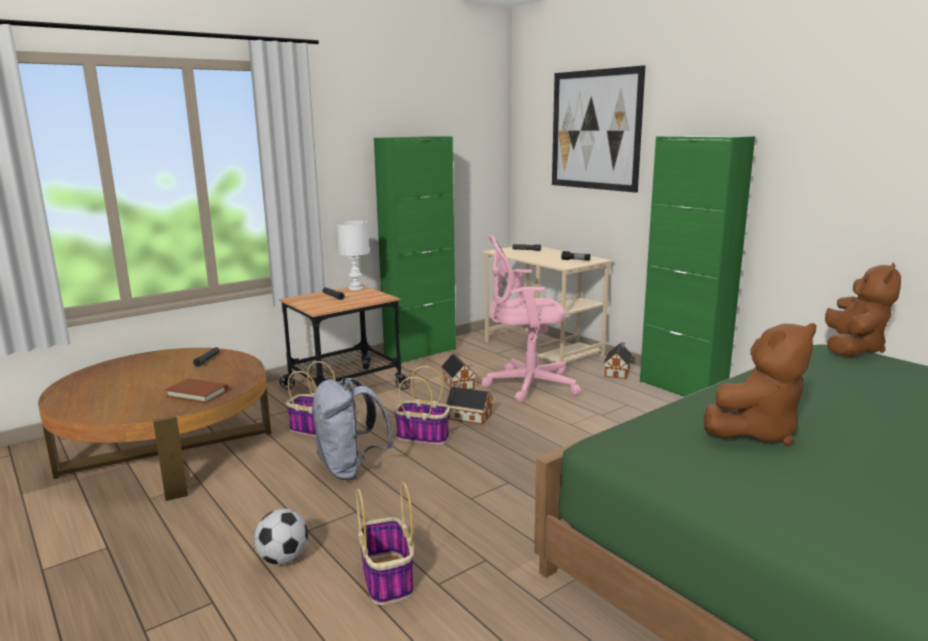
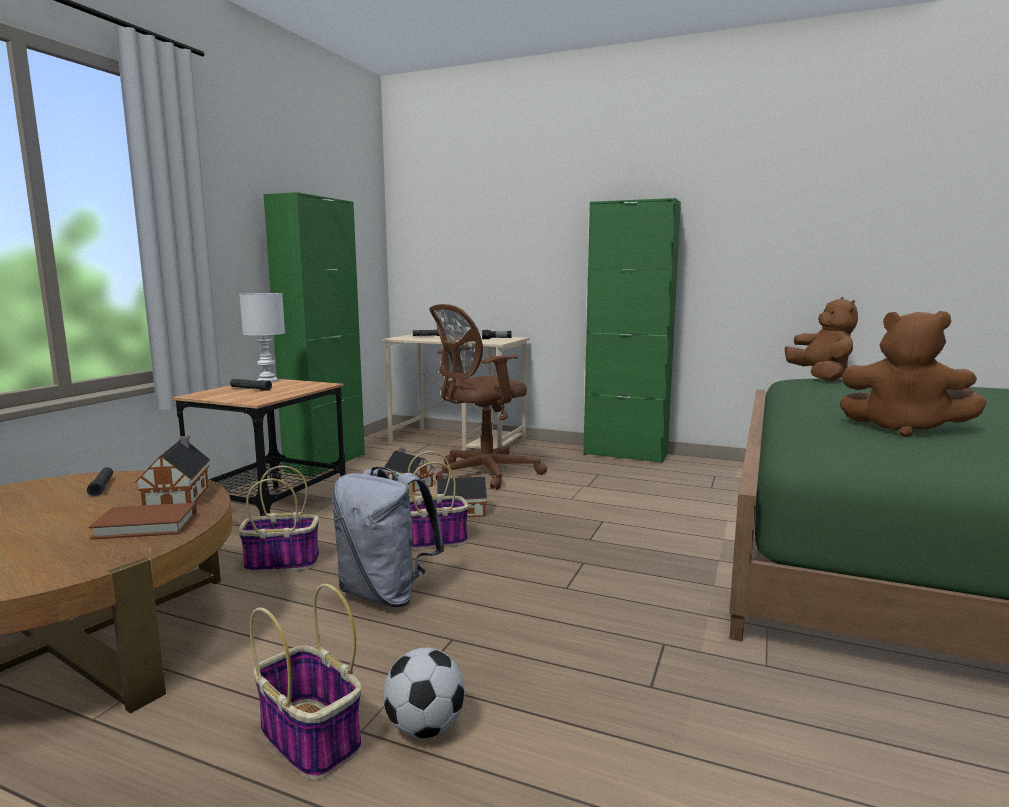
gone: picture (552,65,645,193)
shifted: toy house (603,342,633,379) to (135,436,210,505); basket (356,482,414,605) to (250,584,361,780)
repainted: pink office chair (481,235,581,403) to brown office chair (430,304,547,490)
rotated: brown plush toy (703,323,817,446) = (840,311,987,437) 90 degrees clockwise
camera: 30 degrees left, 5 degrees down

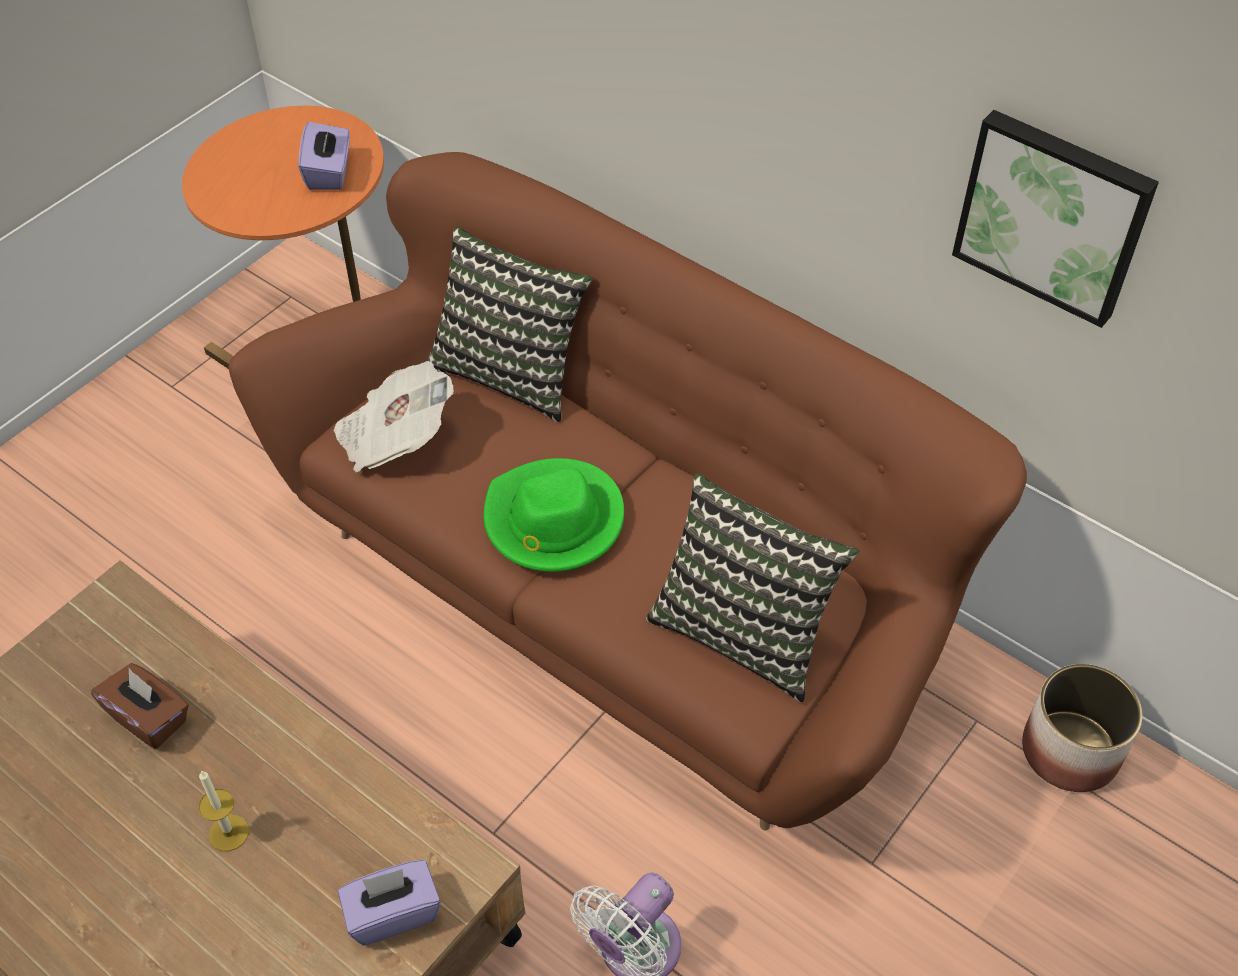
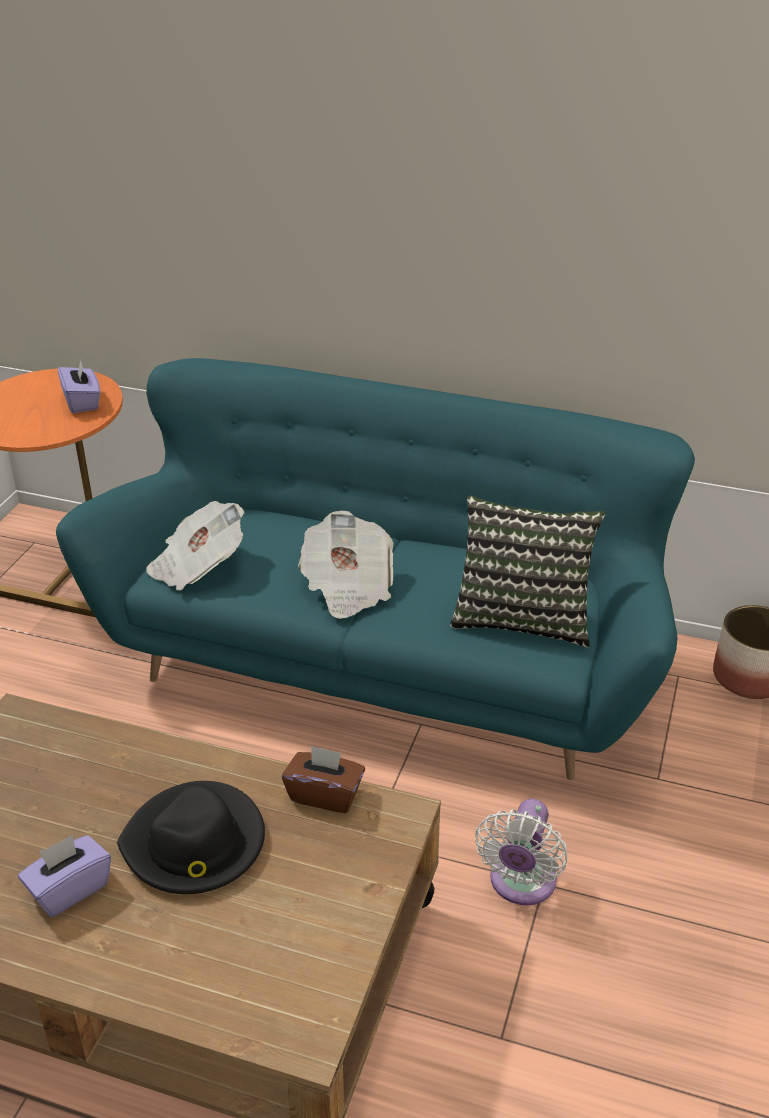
gone: picture (952,110,1159,328); pillow (427,227,593,422)
shifted: brown tissue box (91,663,189,749) to (282,745,365,813); purple tissue box (338,860,441,946) to (18,835,111,917)
swapped: green hat (483,458,624,572) to newspaper (298,511,394,619); candle (199,770,249,851) to black hat (117,781,265,894)
repainted: brown sofa (228,152,1027,830) to turquoise sofa (56,358,695,780)
camera: 20 degrees left, 15 degrees down

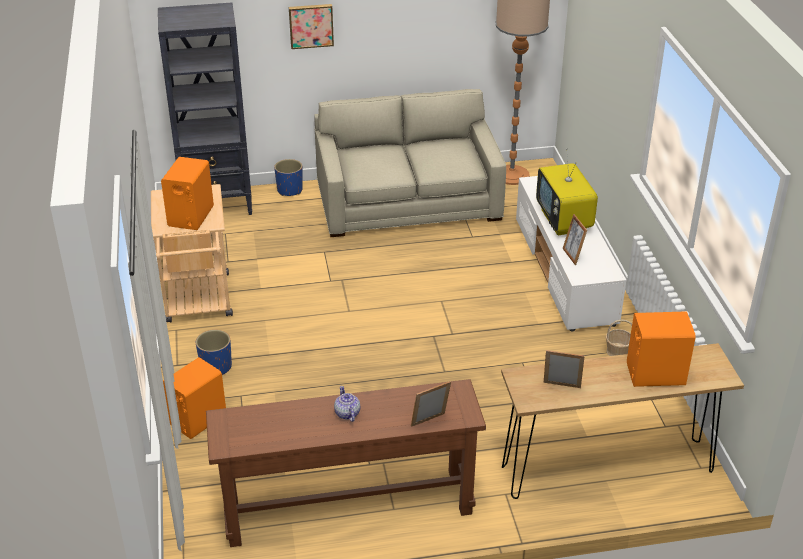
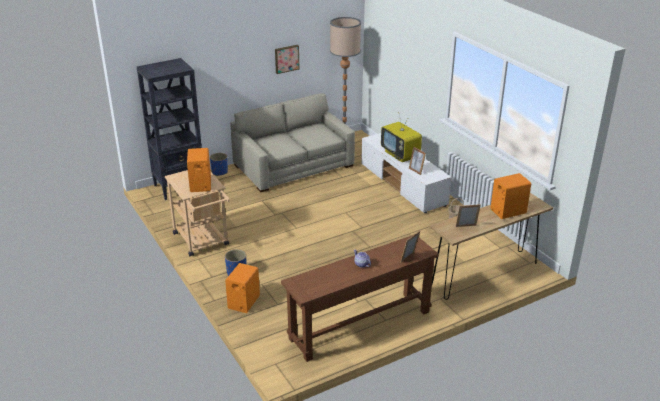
shifted: picture (289,4,334,49) to (275,45,299,74)
camera: 20 degrees left, 5 degrees down

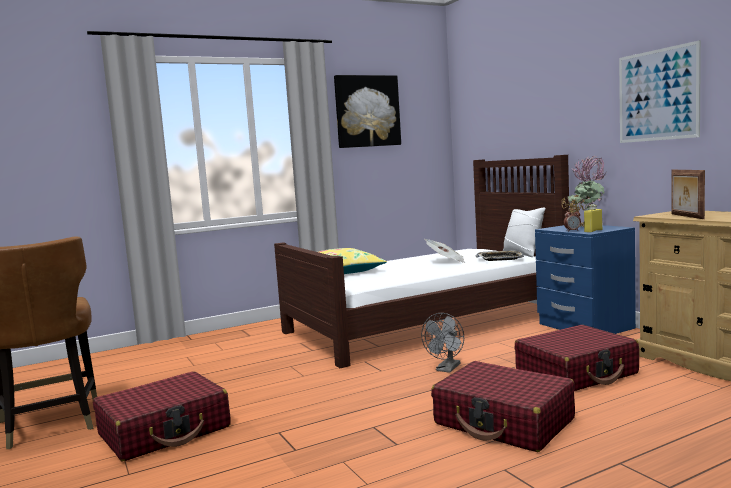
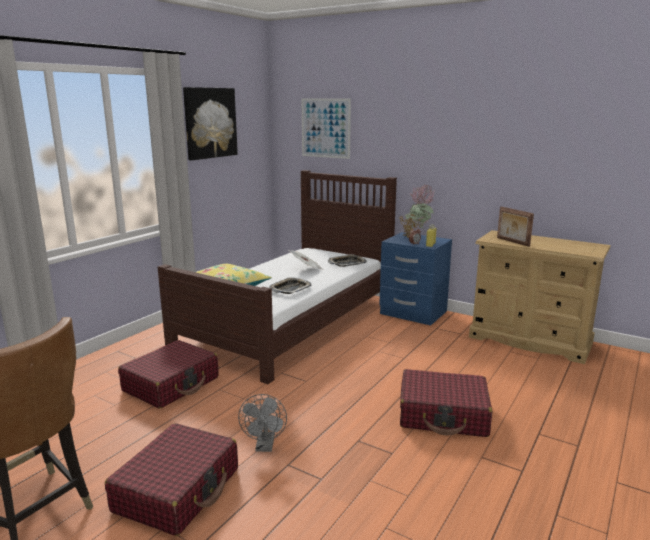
gone: white pillow (503,208,546,257)
new: tray (270,277,311,294)
shifted: picture (619,40,701,143) to (302,99,351,159); grey fan (421,313,464,373) to (238,394,287,452); red suitcase (515,325,639,391) to (118,340,219,409)
camera: 30 degrees left, 10 degrees up

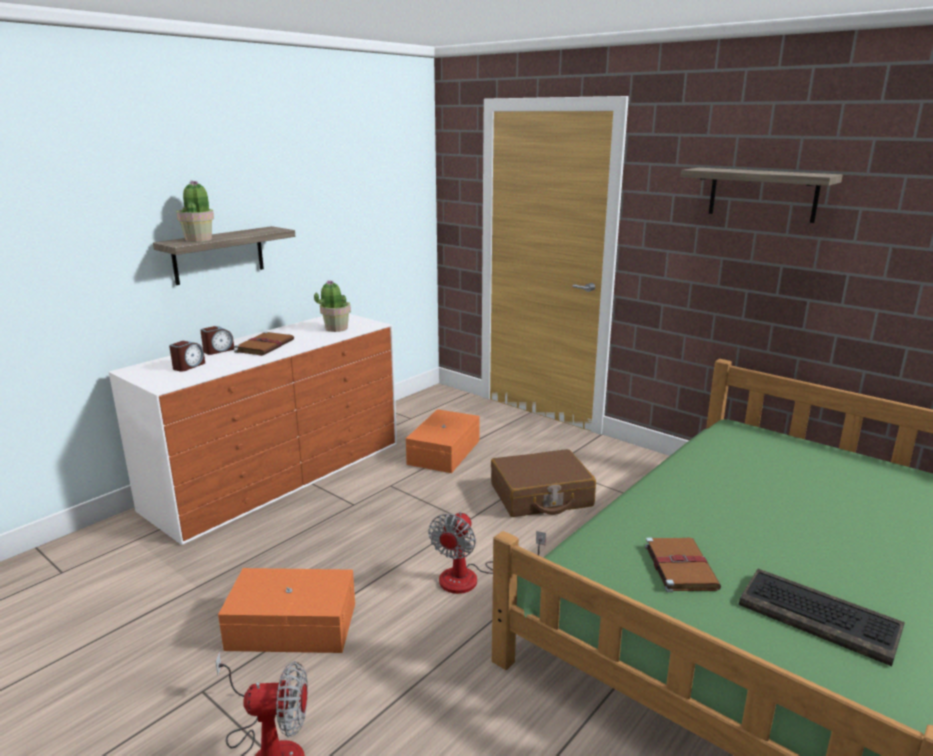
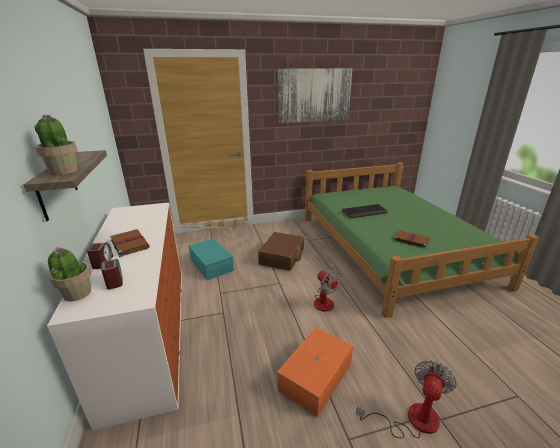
shifted: potted plant (314,280,351,332) to (48,247,91,302); keyboard (739,569,905,666) to (342,204,387,219)
swapped: shelf (681,168,843,223) to picture (278,68,352,123)
repainted: orange storage box (406,409,480,473) to turquoise storage box (189,238,234,280)
camera: 55 degrees left, 5 degrees up

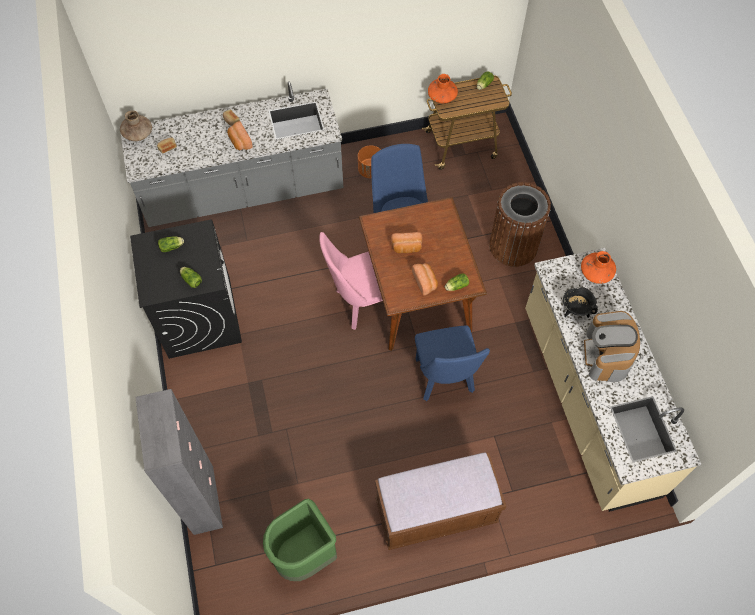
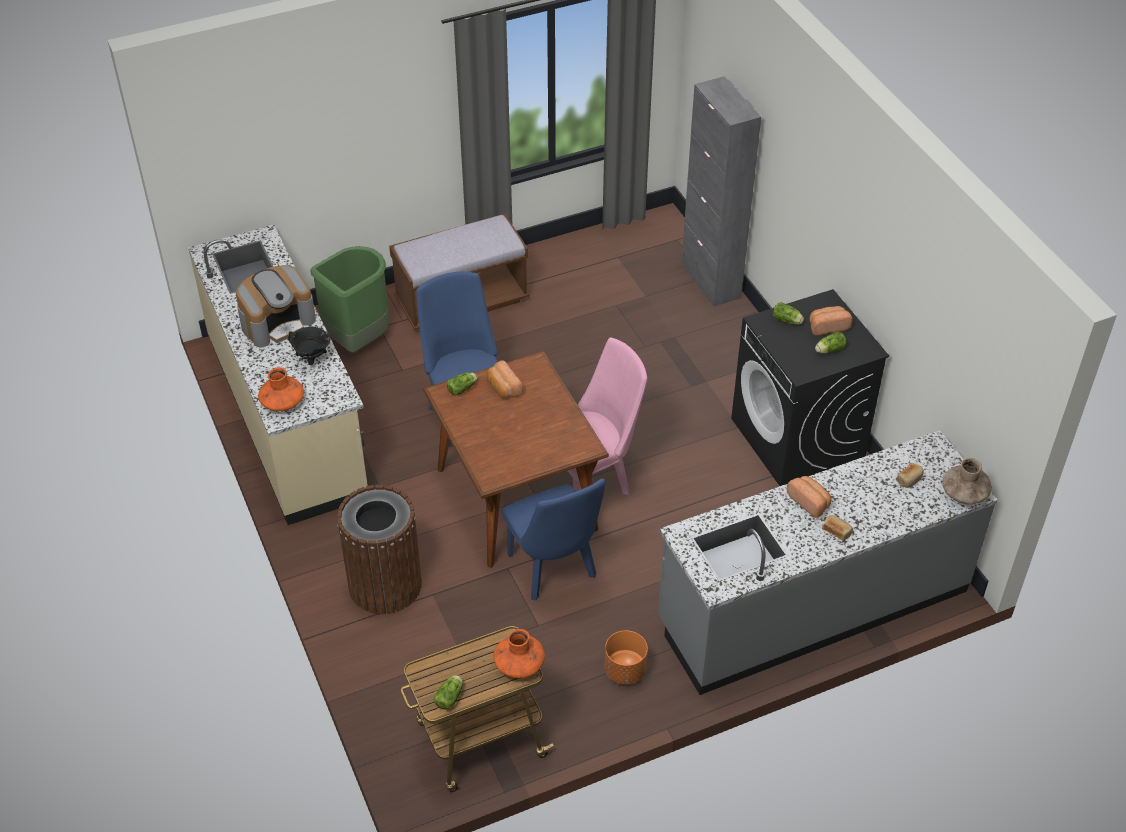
shifted: bread (391,232,422,253) to (809,306,852,335); green trash can (263,499,337,581) to (310,246,390,353)
rotated: coffee machine (584,311,640,382) = (236,265,316,347) 60 degrees clockwise
camera: 170 degrees right, 15 degrees down

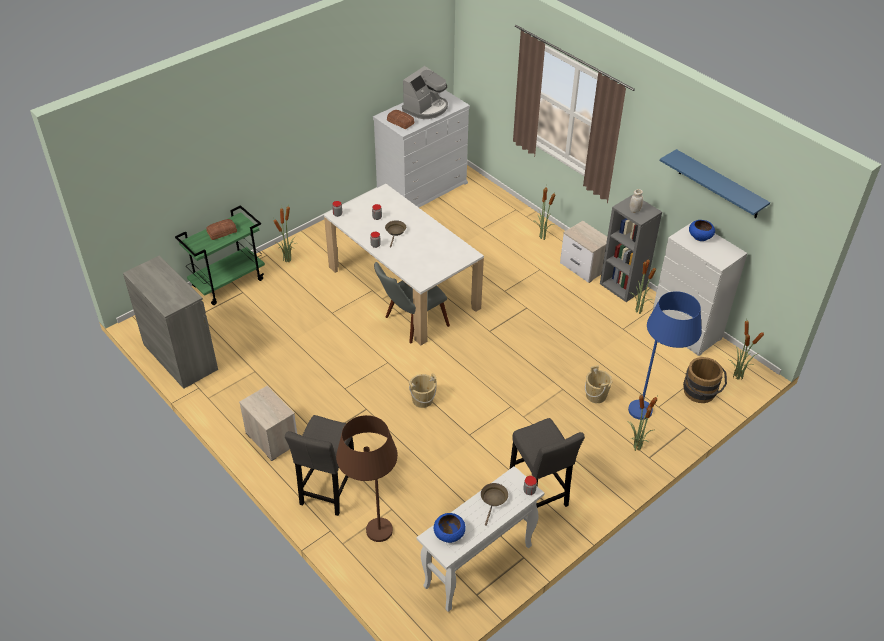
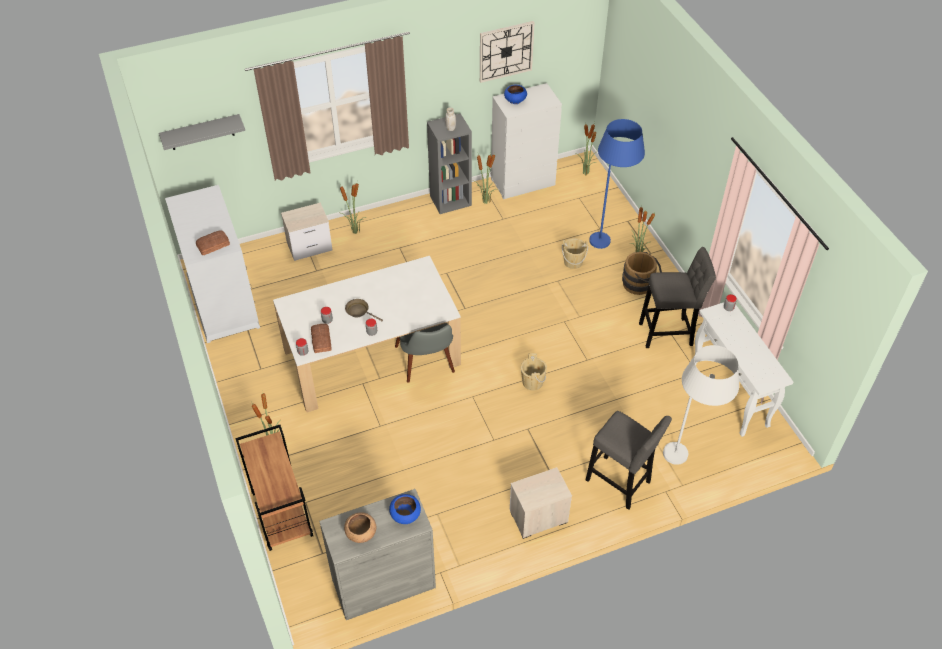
gone: coffee machine (402,66,448,119); brown frying pan (481,483,508,526)
new: grey shelf (159,114,245,150); brown bowl (344,512,376,543)
shifted: bread (206,219,237,240) to (311,324,331,353); nightstand (560,221,607,283) to (281,202,332,261); brown bucket (683,357,727,403) to (622,252,662,295); blue bowl (434,513,466,543) to (389,494,421,524)
swapped: blue shelf (660,149,770,218) to wall clock (480,21,535,83)
repainted: green cart (175,205,265,305) to brown cart (235,425,313,551); brown floor lamp (336,415,398,542) to white floor lamp (663,345,739,465)
camera: 70 degrees left, 5 degrees up

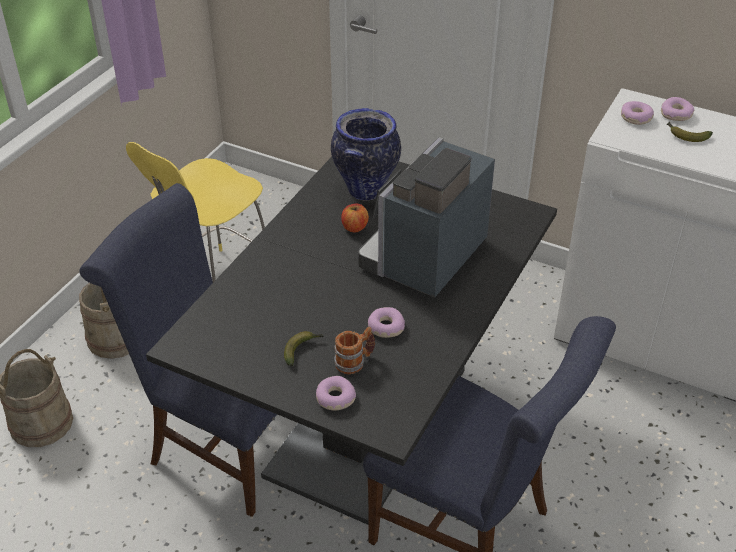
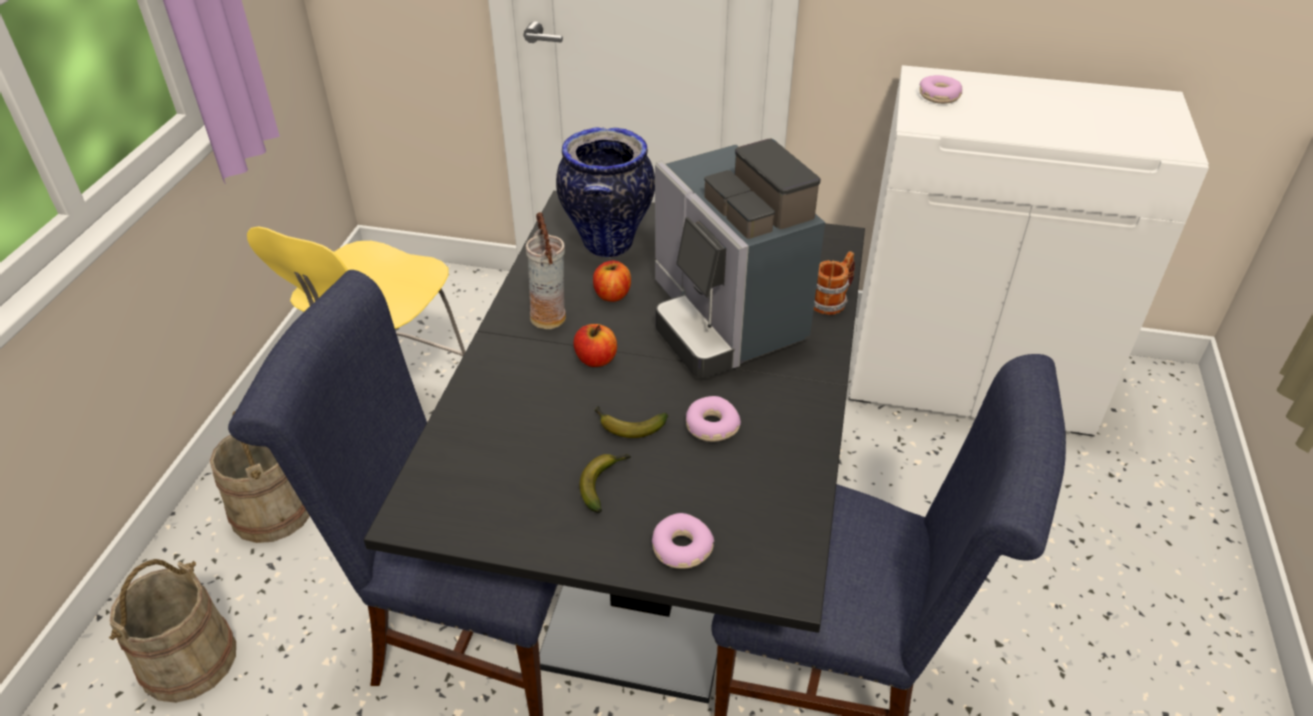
gone: donut (661,97,694,121)
new: vase (526,212,566,329); apple (573,324,617,367)
shifted: banana (667,122,713,142) to (595,406,668,438); mug (334,327,375,374) to (814,251,855,315)
rotated: coffee machine (358,137,495,298) = (655,139,825,378) 45 degrees counterclockwise
camera: 15 degrees left, 0 degrees up

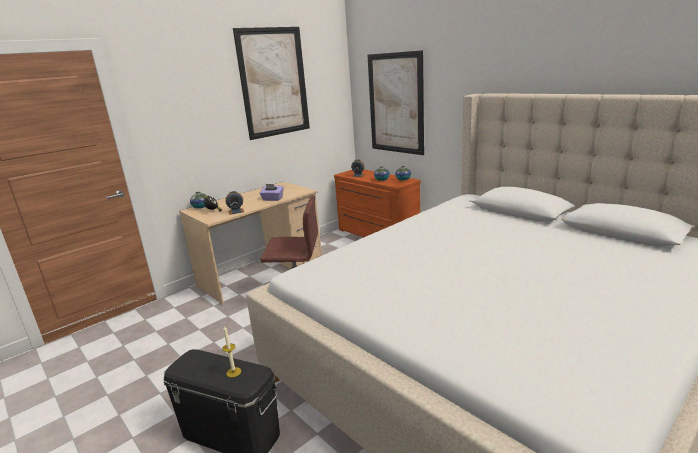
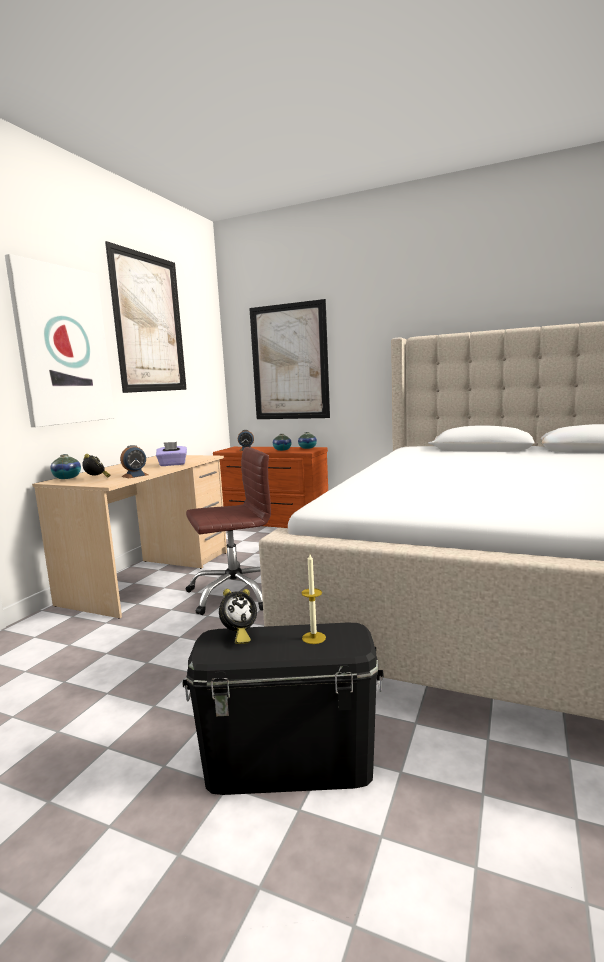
new: picture (5,254,115,427); alarm clock (219,589,257,644)
camera: 25 degrees left, 10 degrees down

